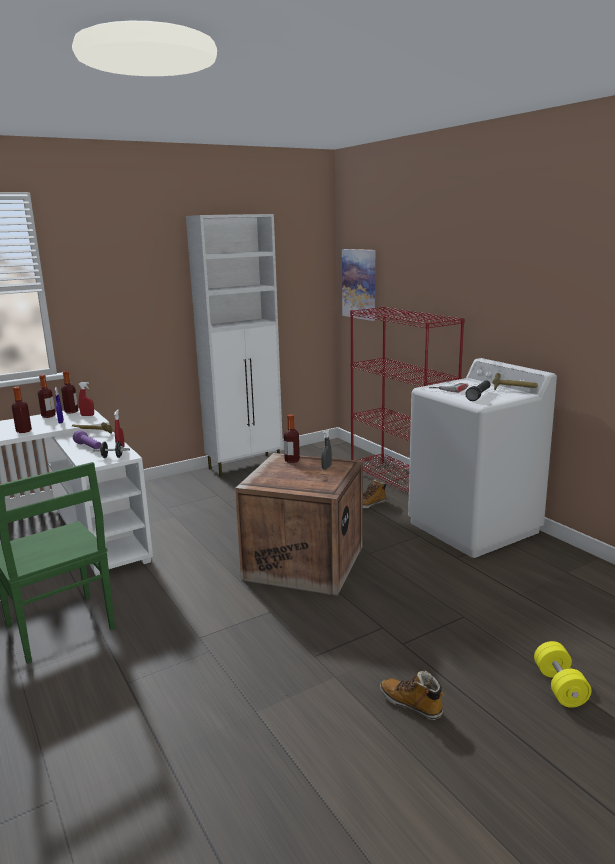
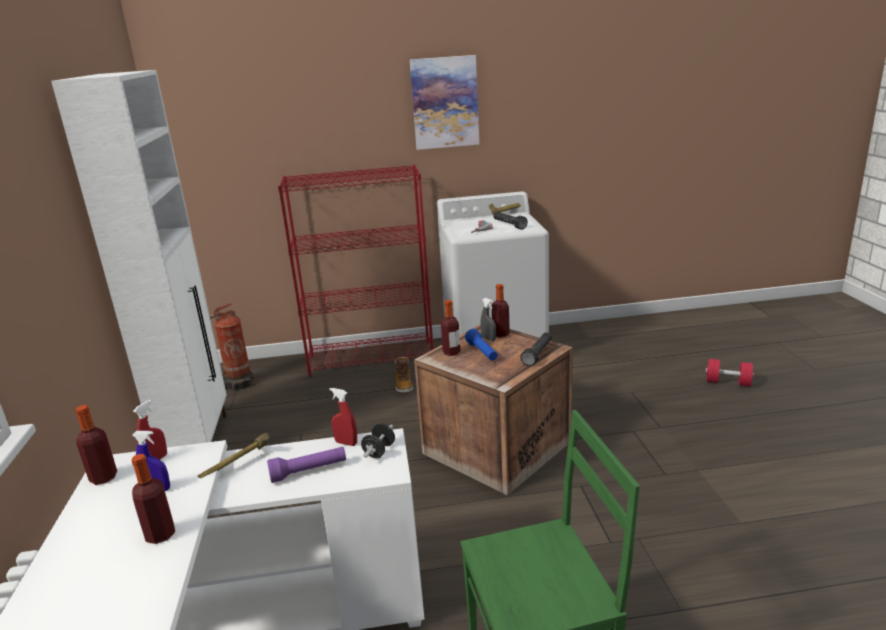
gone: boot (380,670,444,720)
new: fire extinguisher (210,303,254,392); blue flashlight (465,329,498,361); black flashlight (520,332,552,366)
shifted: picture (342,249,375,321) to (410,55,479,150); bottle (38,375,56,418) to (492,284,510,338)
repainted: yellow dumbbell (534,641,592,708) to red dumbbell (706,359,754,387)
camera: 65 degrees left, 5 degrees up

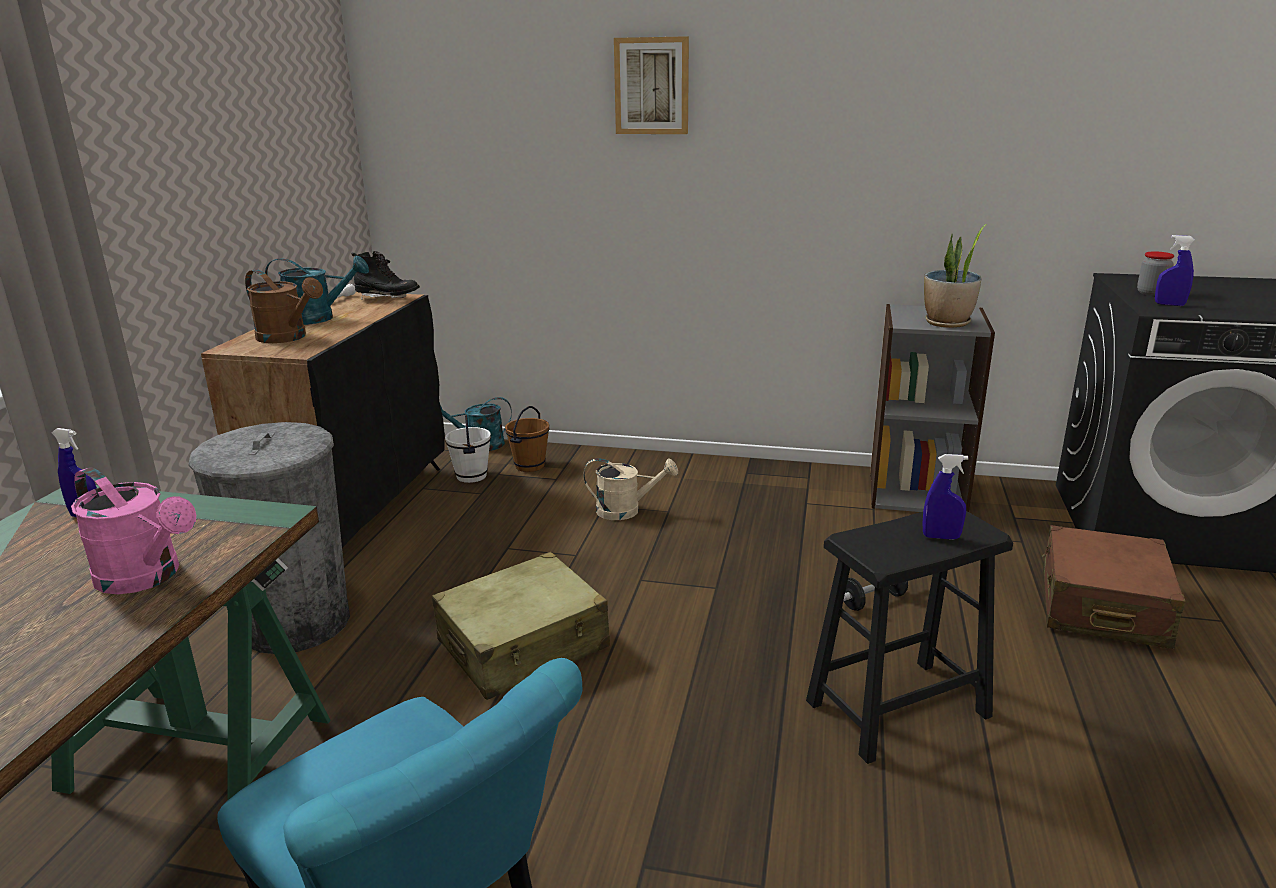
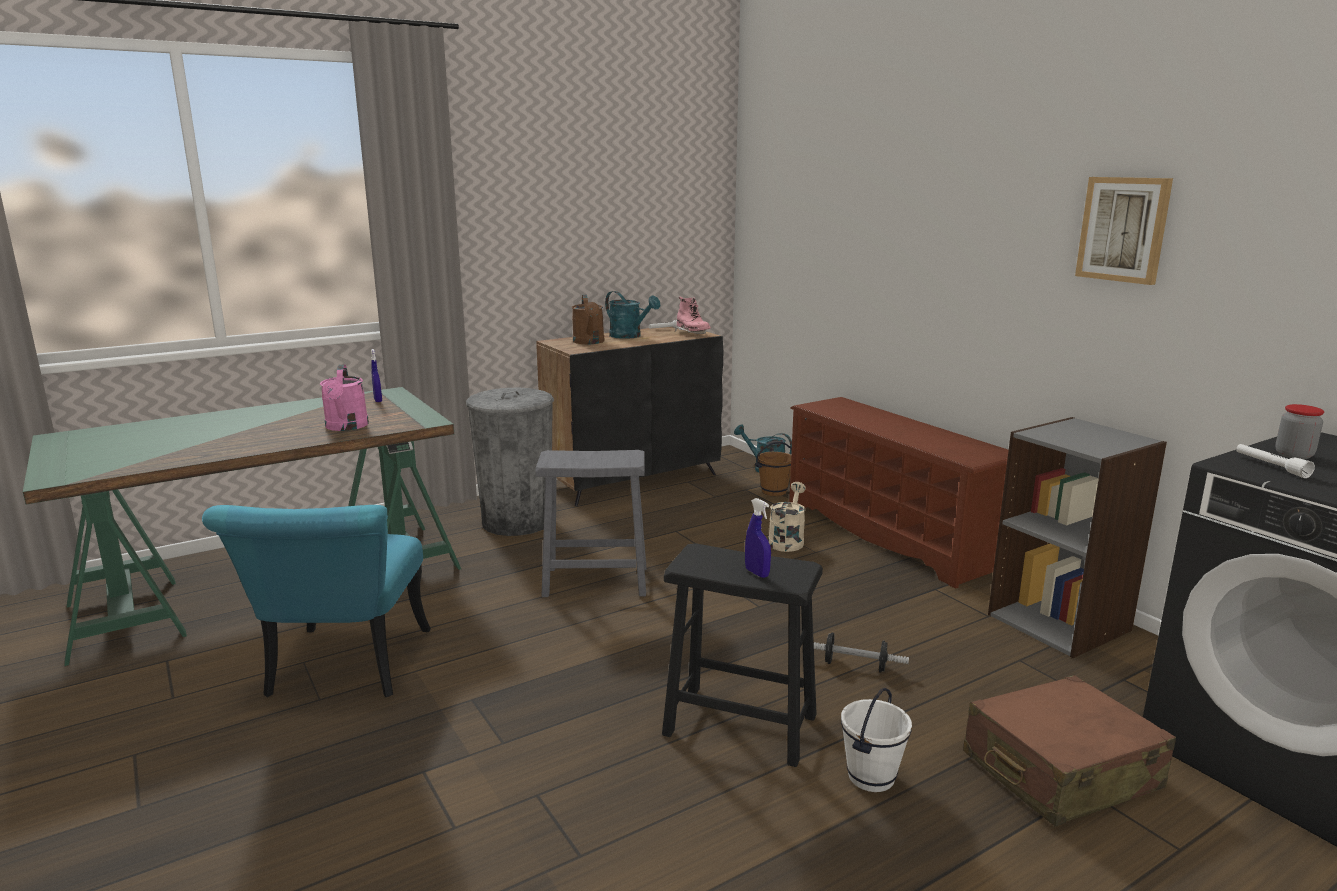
gone: potted plant (924,224,986,328)
new: brown shoe rack (789,397,1009,589)
shifted: picture (614,36,689,134) to (1075,177,1173,285); white bucket (445,415,491,483) to (841,688,912,792)
swapped: blue spray bottle (1155,235,1195,306) to white flashlight (1236,444,1315,478); beige suitcase (432,552,610,700) to grey stool (535,450,646,597)
repainted: black boot (351,251,420,300) to pink boot (675,297,711,334)
rotated: beige watering can (583,458,678,520) = (768,482,806,552) 120 degrees counterclockwise
camera: 45 degrees right, 5 degrees down

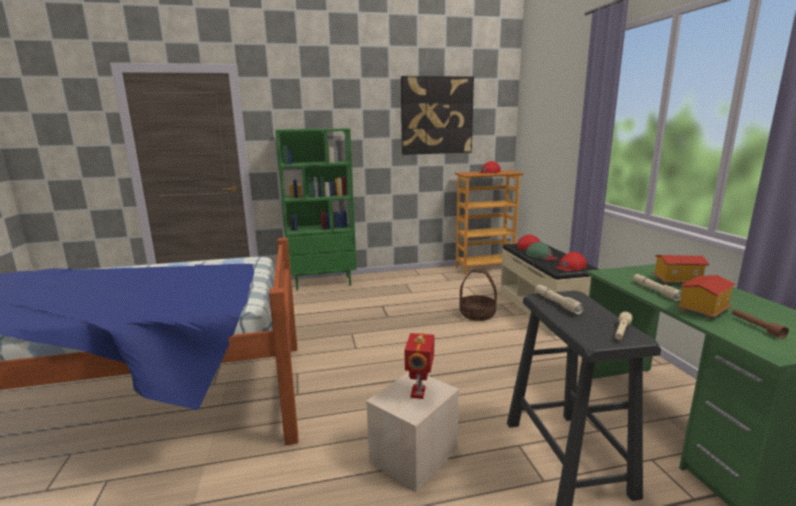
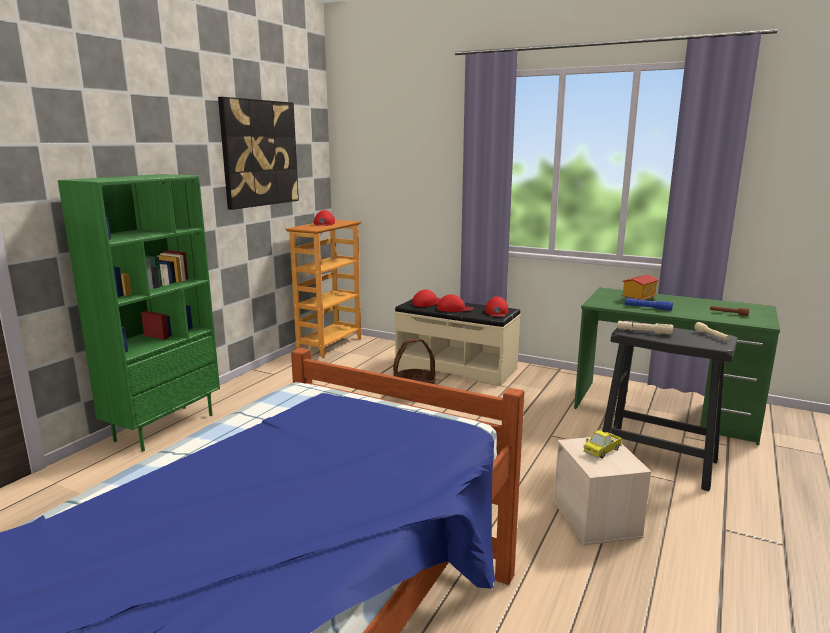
gone: toy house (677,275,736,320)
swapped: toy robot (404,333,434,399) to toy truck (583,430,622,459)
repainted: green cap (526,242,558,260) to red cap (437,294,474,312); beige flashlight (633,274,682,301) to blue flashlight (625,298,673,311)
camera: 50 degrees left, 0 degrees up

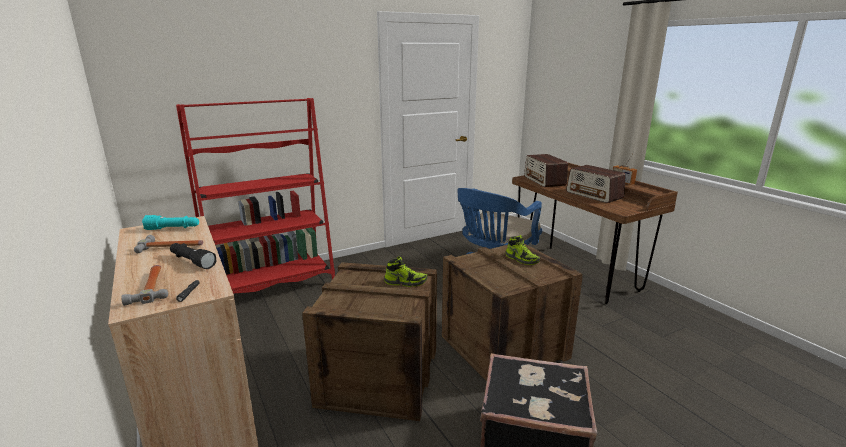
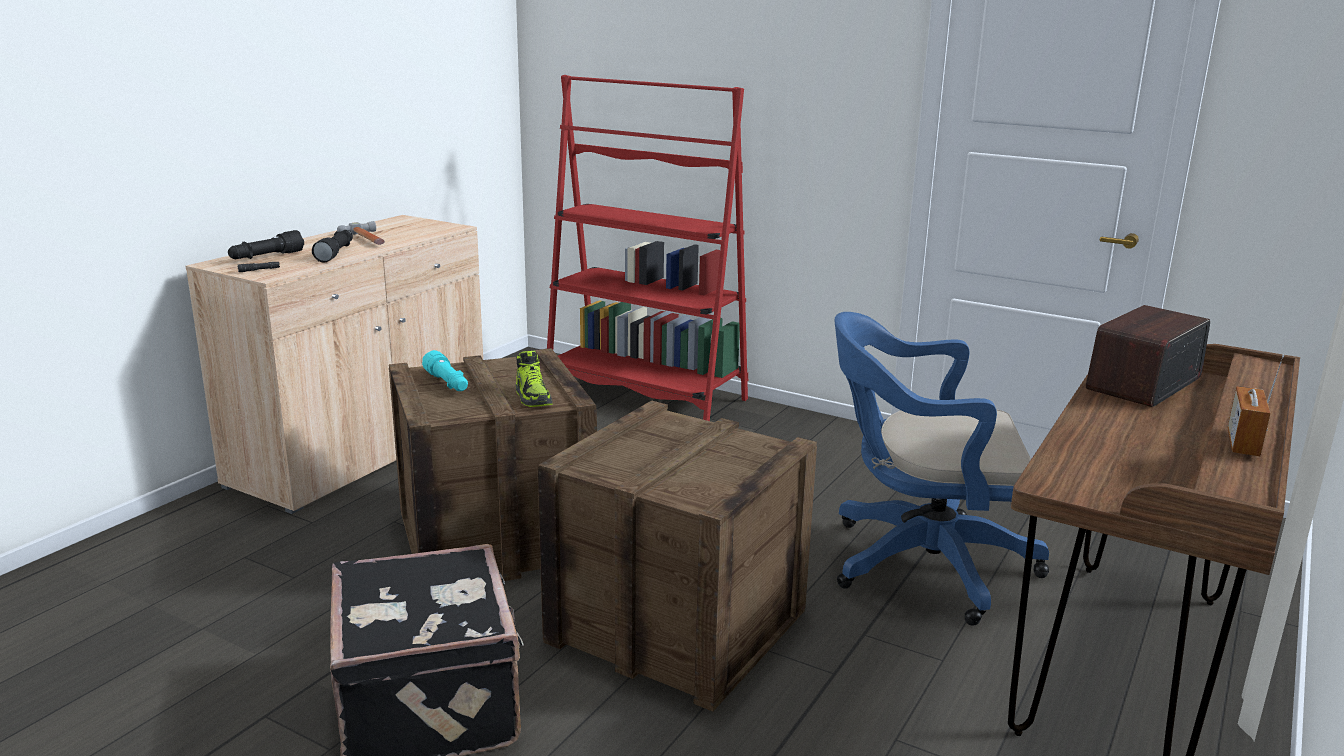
gone: radio (566,165,625,203); shoe (506,235,540,265)
shifted: turquoise flashlight (142,215,199,230) to (422,350,468,391)
swapped: hammer (121,265,168,306) to black flashlight (228,230,304,259)
camera: 60 degrees right, 0 degrees up

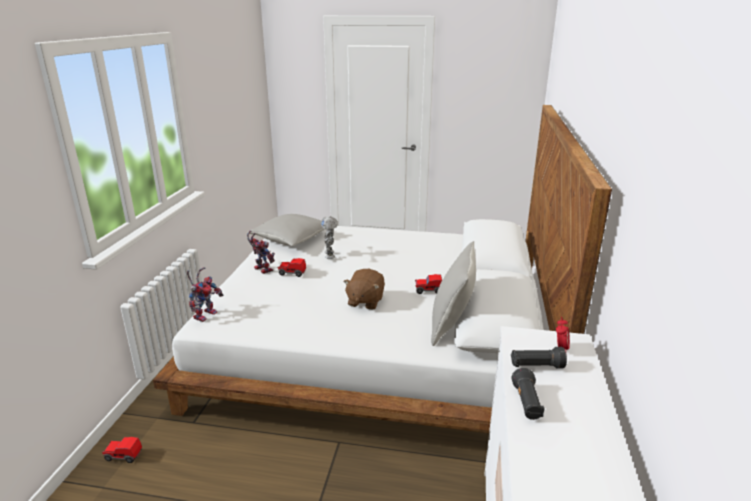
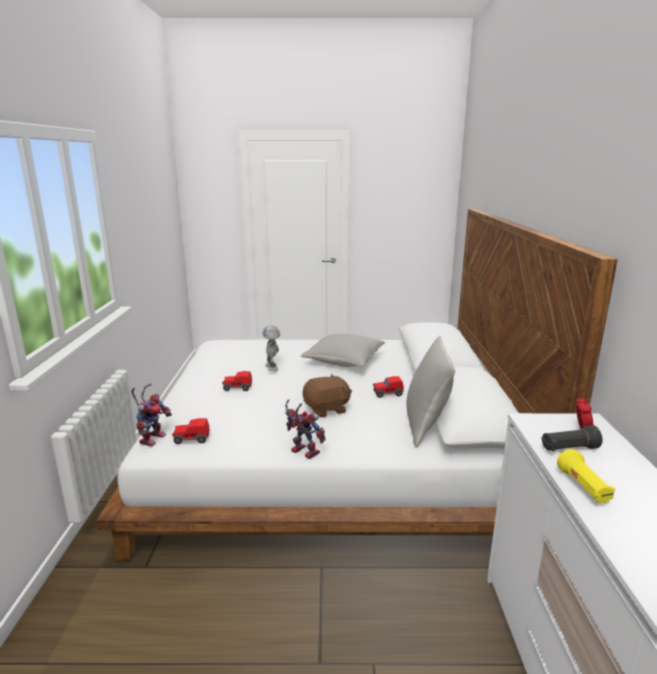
shifted: grey pillow (248,214,324,246) to (301,334,385,367); toy robot (247,231,275,274) to (285,399,326,459); toy car (102,437,142,463) to (172,418,210,444)
repainted: black flashlight (512,368,545,420) to yellow flashlight (557,449,615,503)
rotated: brown plush toy (343,269,385,310) = (303,374,352,418) 120 degrees counterclockwise
camera: 10 degrees left, 5 degrees down

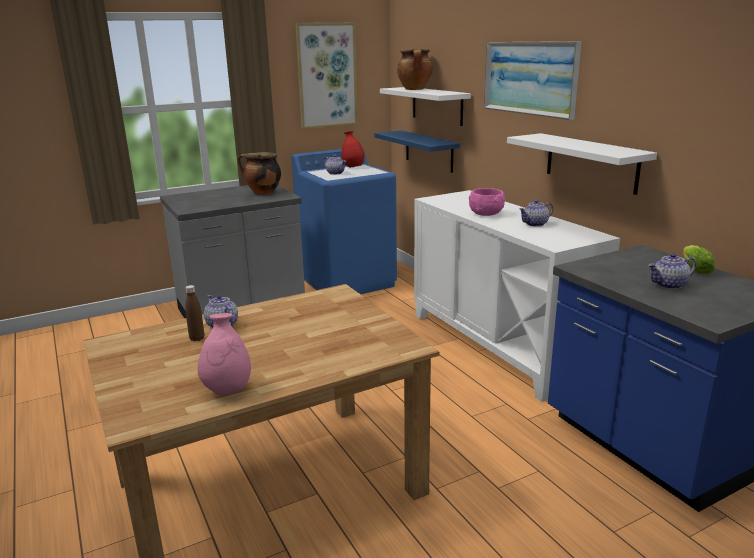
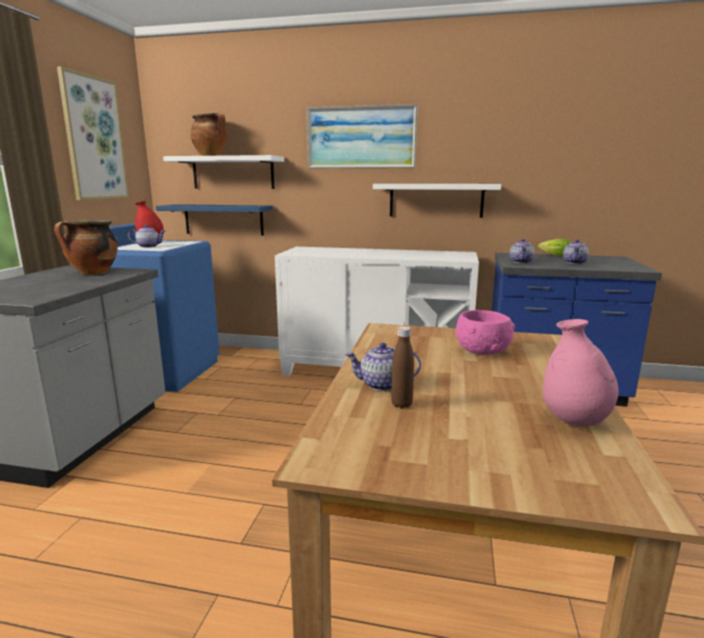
shifted: pink bowl (469,188,505,216) to (456,310,515,355); teapot (519,200,553,227) to (509,239,535,263)
camera: 50 degrees left, 5 degrees down

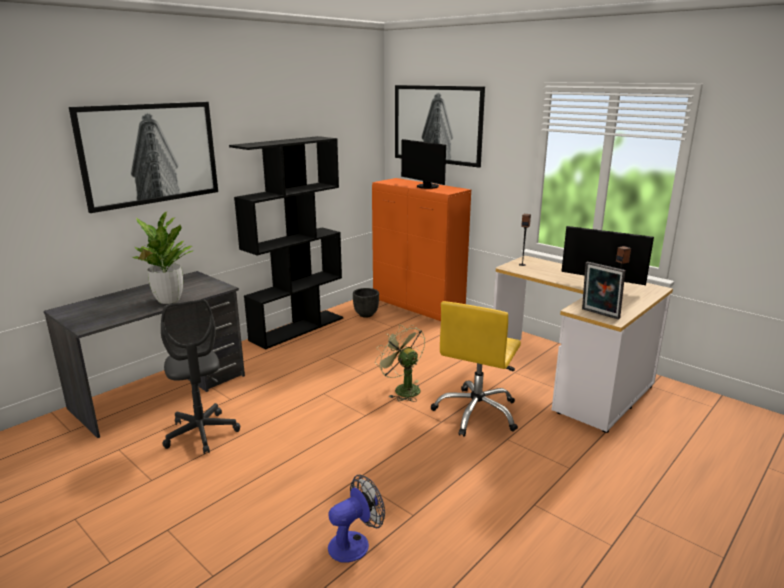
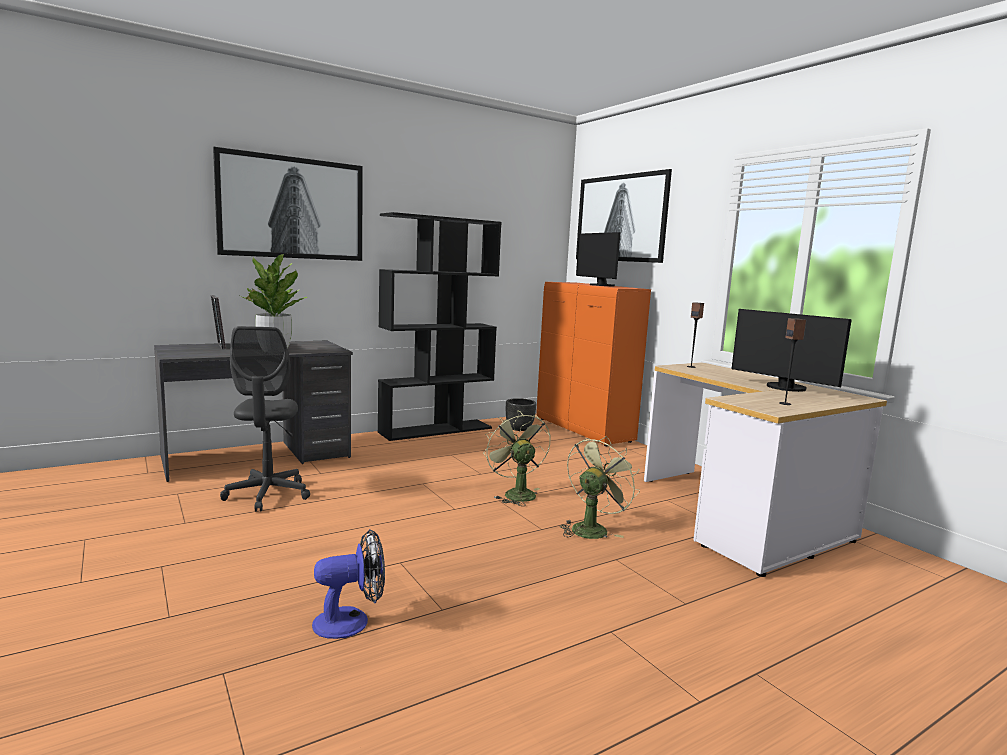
shifted: picture frame (582,262,625,320) to (211,295,226,349)
swapped: yellow office chair (431,301,521,437) to green fan (560,436,640,539)
camera: 15 degrees right, 10 degrees down

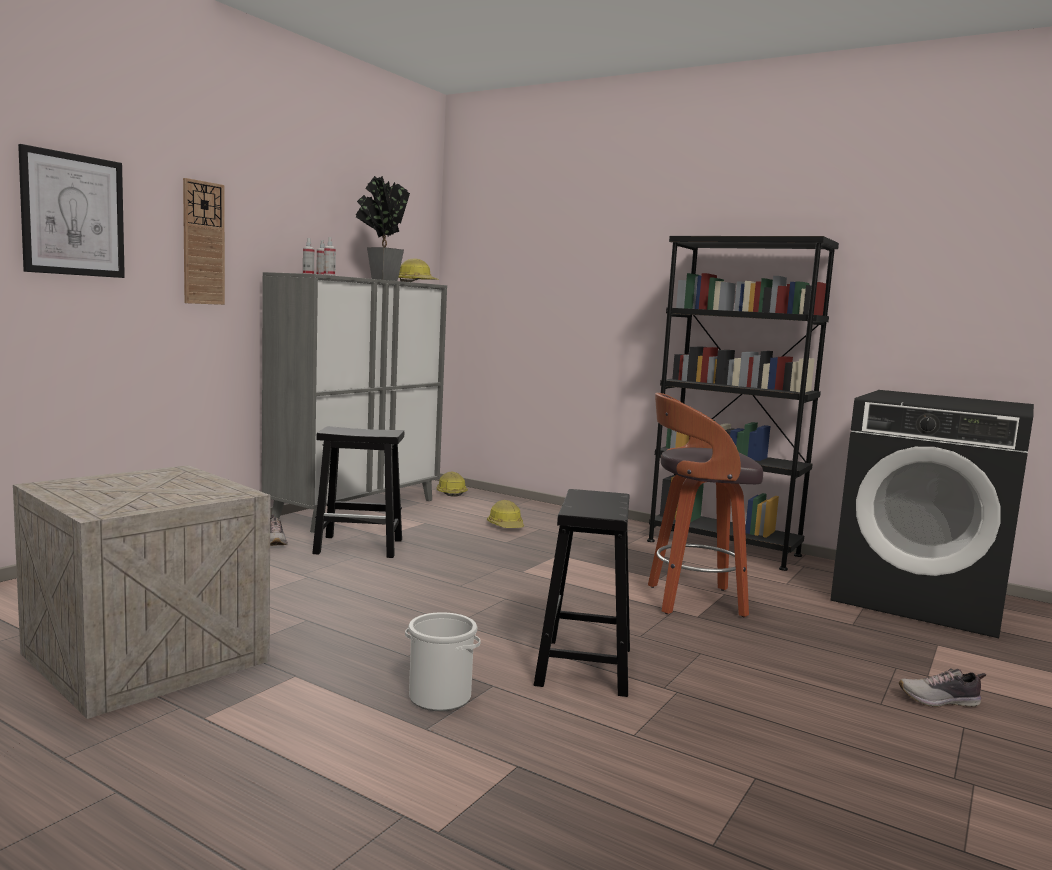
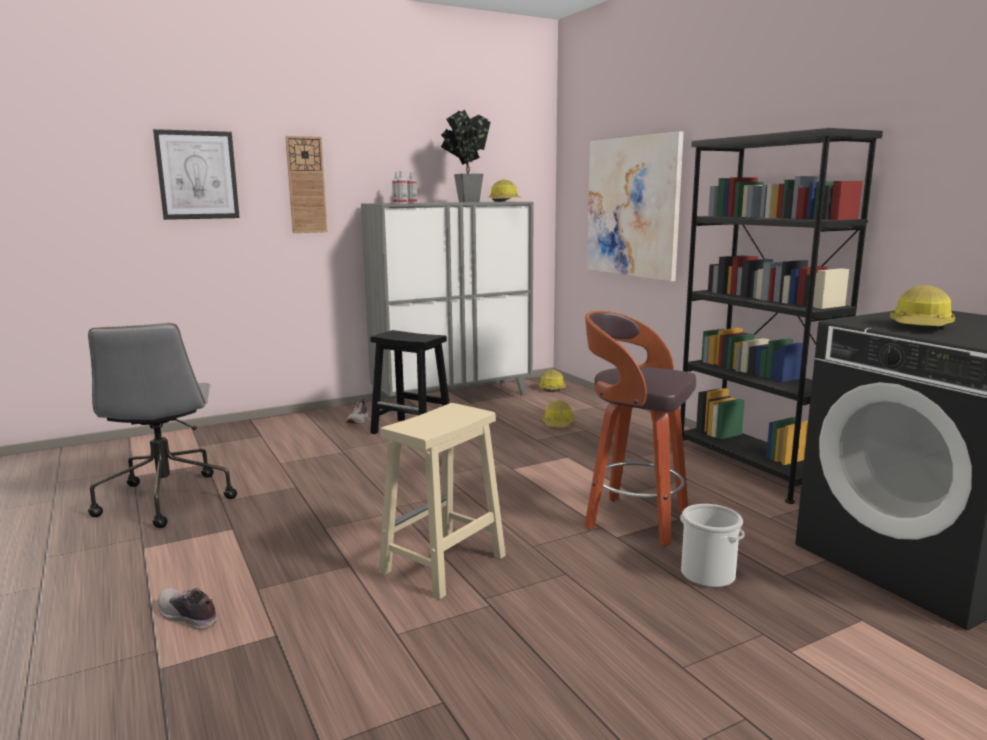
new: picture (587,131,684,282); hard hat (890,285,955,326)
shifted: bucket (405,612,481,711) to (680,504,745,588); shoe (899,669,986,707) to (158,588,218,629)
swapped: crate (13,465,271,719) to grey office chair (88,323,237,528)
repainted: black stool (534,489,630,697) to beige stool (379,403,506,599)
camera: 30 degrees right, 5 degrees up

